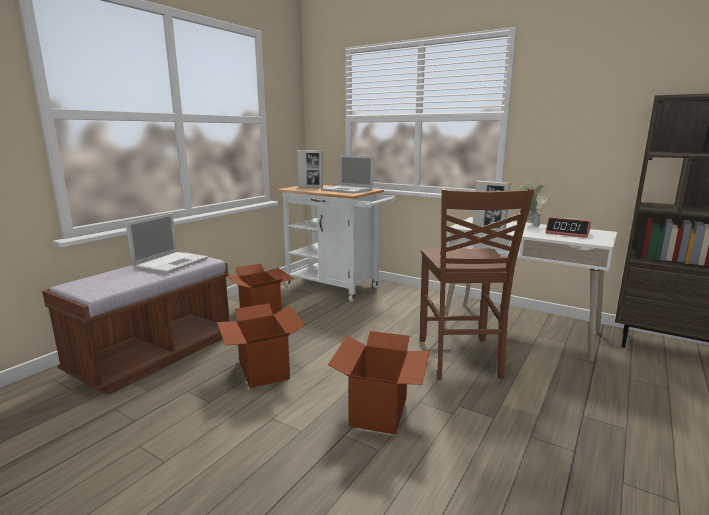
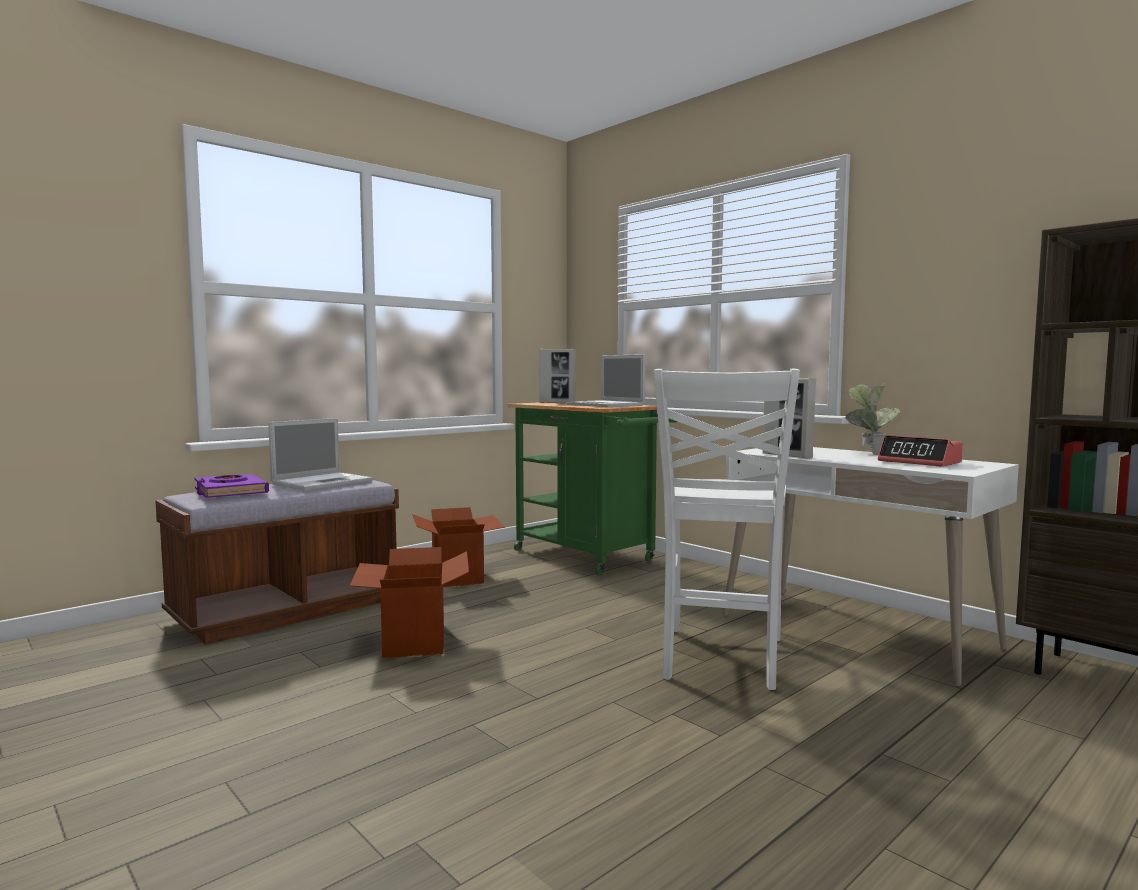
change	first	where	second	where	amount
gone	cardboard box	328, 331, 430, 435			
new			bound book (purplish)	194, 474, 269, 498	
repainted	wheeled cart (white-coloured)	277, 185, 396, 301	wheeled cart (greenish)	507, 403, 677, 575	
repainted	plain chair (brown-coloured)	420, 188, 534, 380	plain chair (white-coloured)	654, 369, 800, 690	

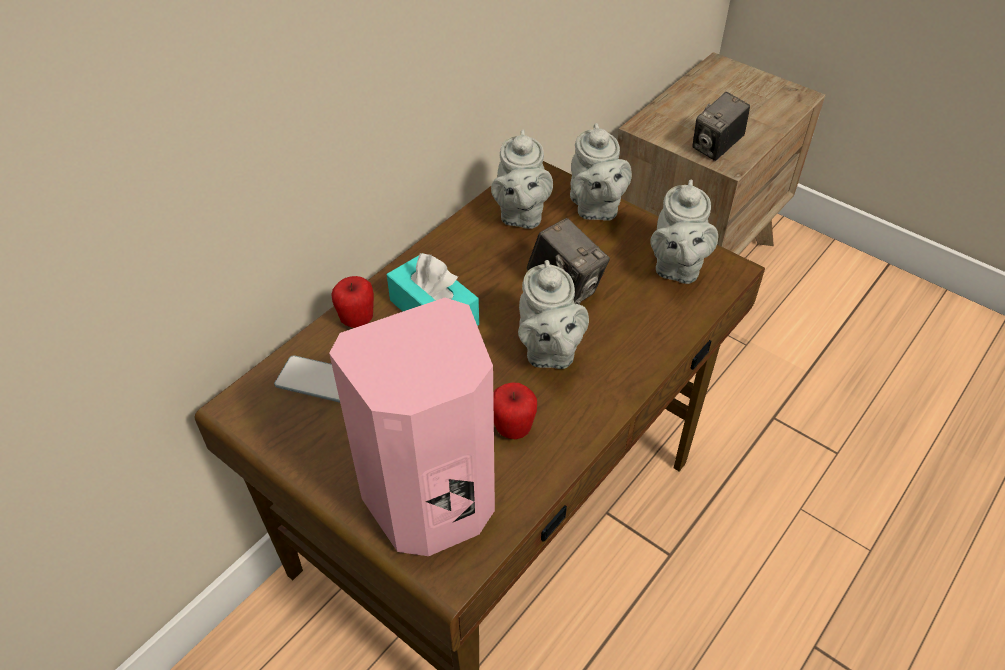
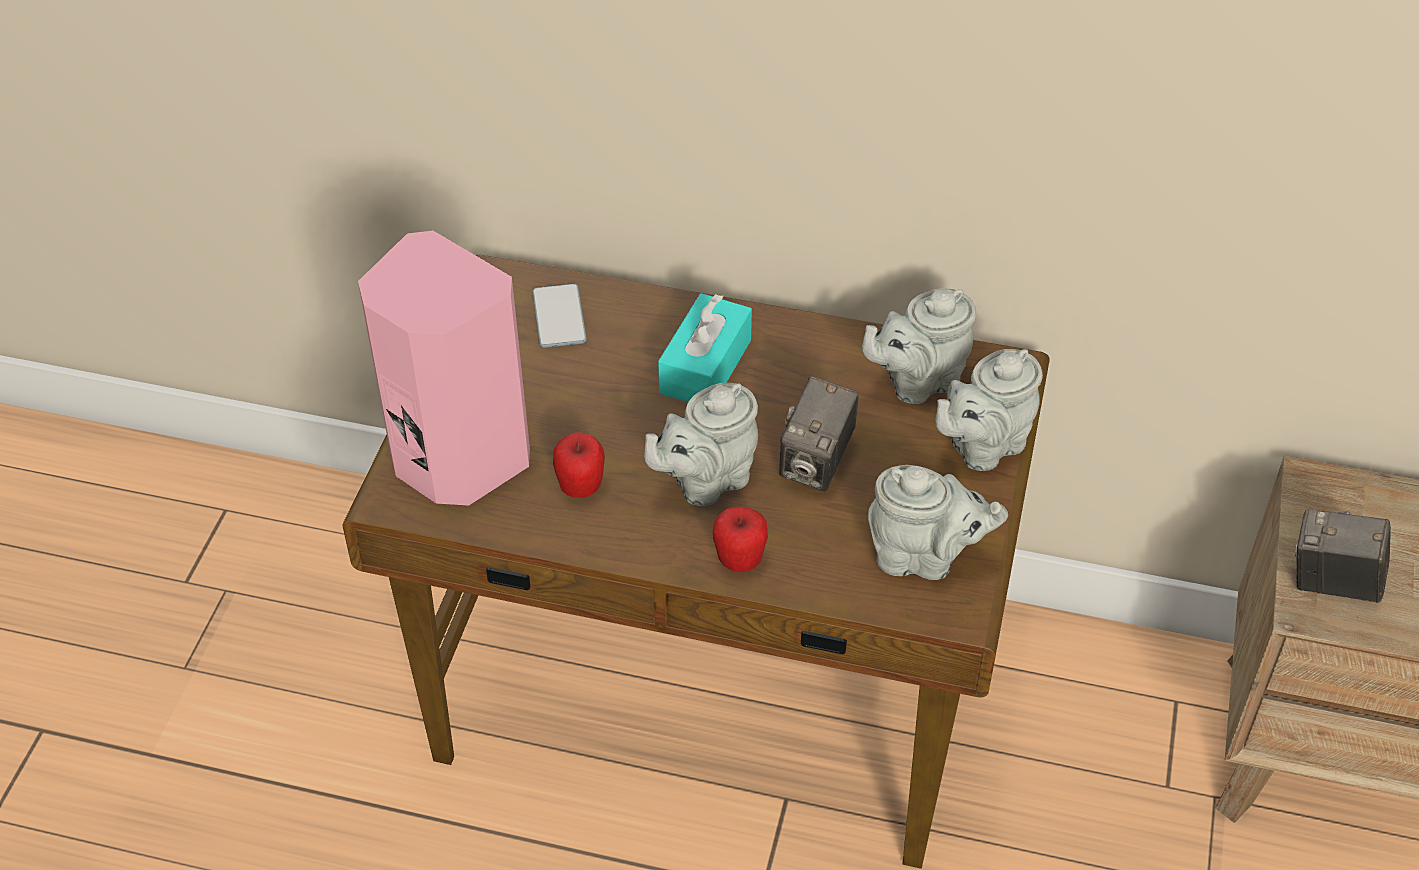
change	first	where	second	where	amount
shifted	apple fruit	331, 276, 374, 328		713, 506, 768, 572	
rotated	pot for tea (greyish)	650, 180, 718, 284		868, 465, 1008, 580	150 degrees counterclockwise

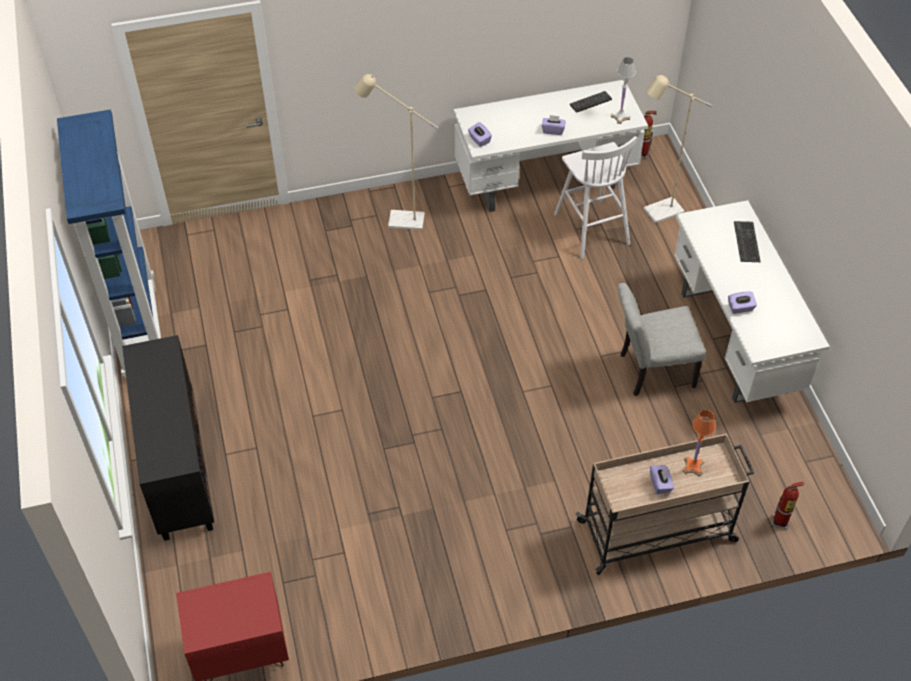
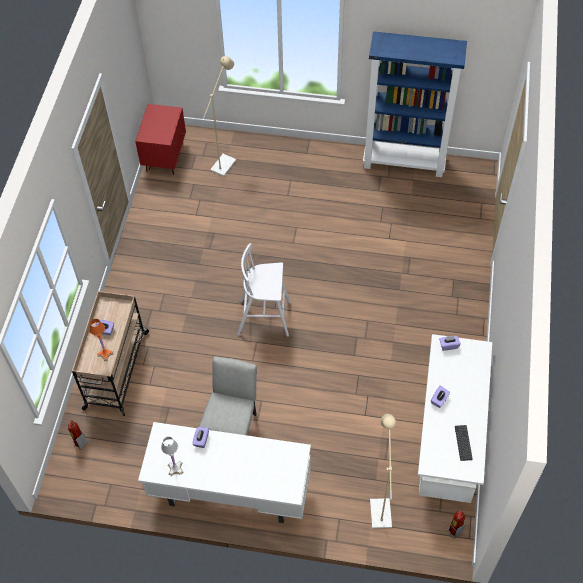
change	first	where	second	where	amount
gone	cupboard (black-coloured)	122, 335, 214, 541			
gone	keyboard	734, 221, 761, 262			
shifted	standing lamp (sand-coloured)	354, 74, 438, 230		203, 56, 236, 176	
shifted	sitting stool (white-coloured)	554, 136, 637, 259		237, 243, 291, 337	
shifted	tabletop lamp (white-coloured)	611, 57, 636, 124		161, 437, 183, 476	

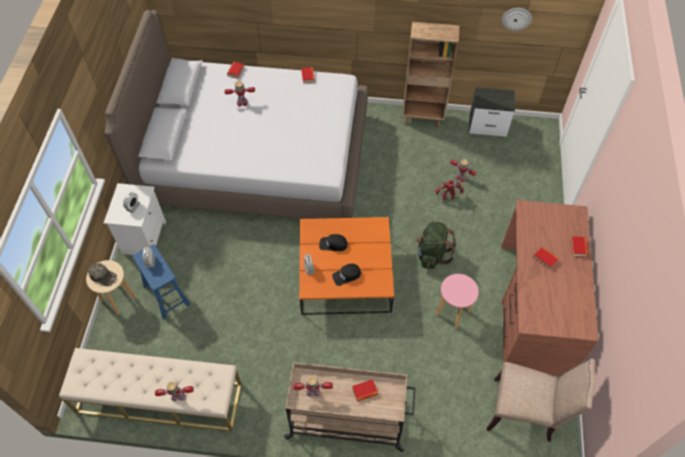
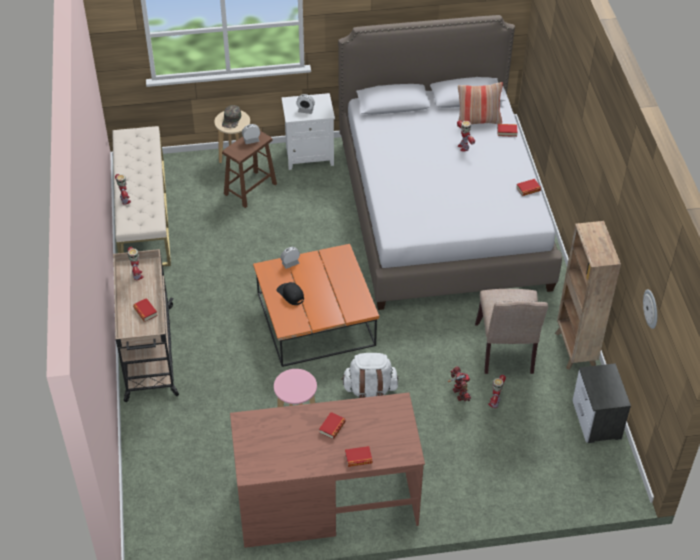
change	first	where	second	where	amount
gone	cap (black-coloured)	319, 234, 348, 251			
new			cushion	457, 82, 503, 127	
shifted	plain chair (sand-coloured)	487, 358, 595, 442		475, 289, 548, 374	
repainted	sitting stool (blue-coloured)	132, 245, 190, 319	sitting stool (brown-coloured)	222, 131, 277, 208	
repainted	knapsack (greenish)	416, 222, 456, 269	knapsack (white-coloured)	341, 353, 399, 398	

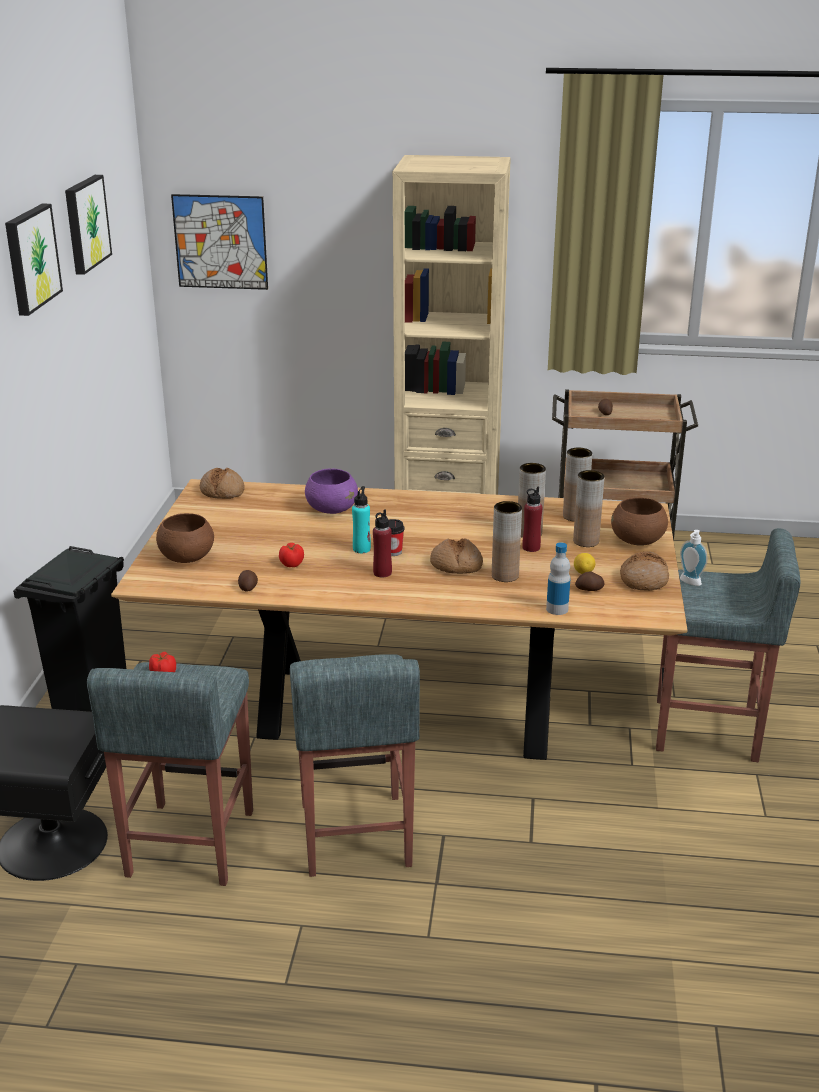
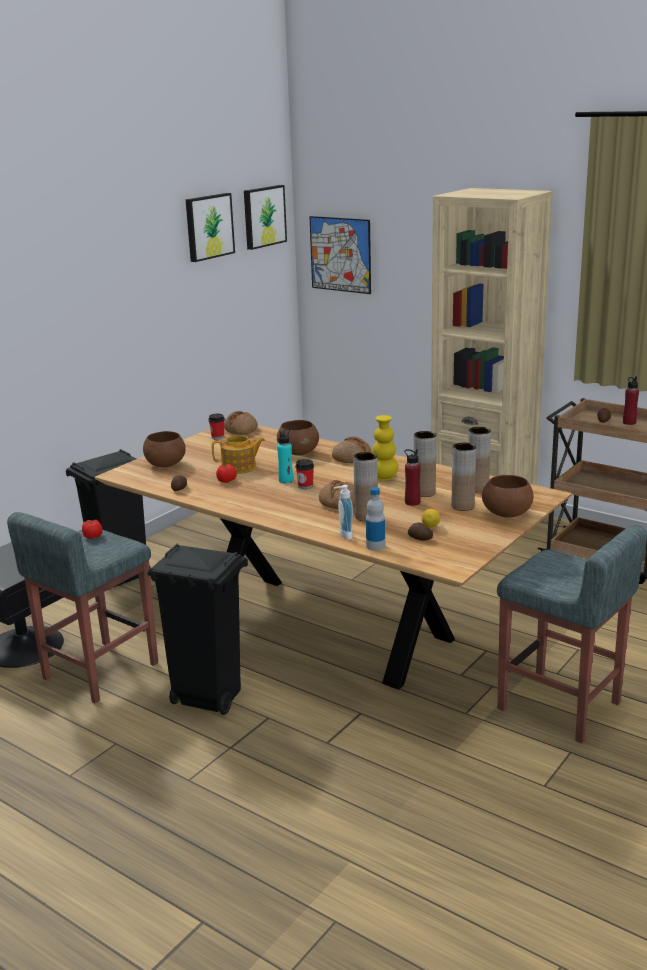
change	first	where	second	where	amount
new			drinking cup	208, 414, 225, 440	
new			pot for tea	212, 435, 265, 474	
new			decorative vase (yellow-coloured)	372, 415, 398, 481	
shifted	picture	5, 204, 63, 316		244, 185, 287, 250	
shifted	bottle (reddish)	373, 509, 392, 578		623, 376, 639, 425	
shifted	bakery bread	620, 551, 669, 591		332, 437, 372, 463	
shifted	soap dispenser	680, 530, 707, 586		334, 485, 353, 540	
swapped	sitting stool (greyish)	290, 654, 420, 877	waste bin (black-coloured)	147, 544, 248, 715	
repainted	deep dish (purplish)	305, 468, 358, 514	deep dish (brown-coloured)	277, 420, 319, 455	

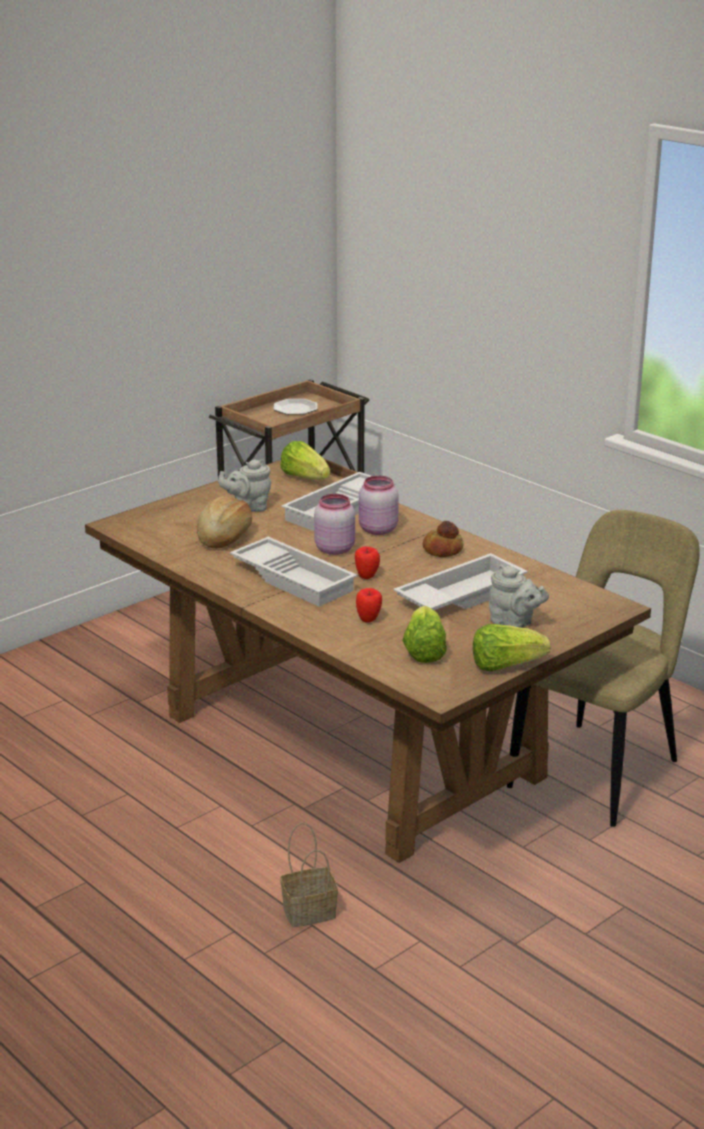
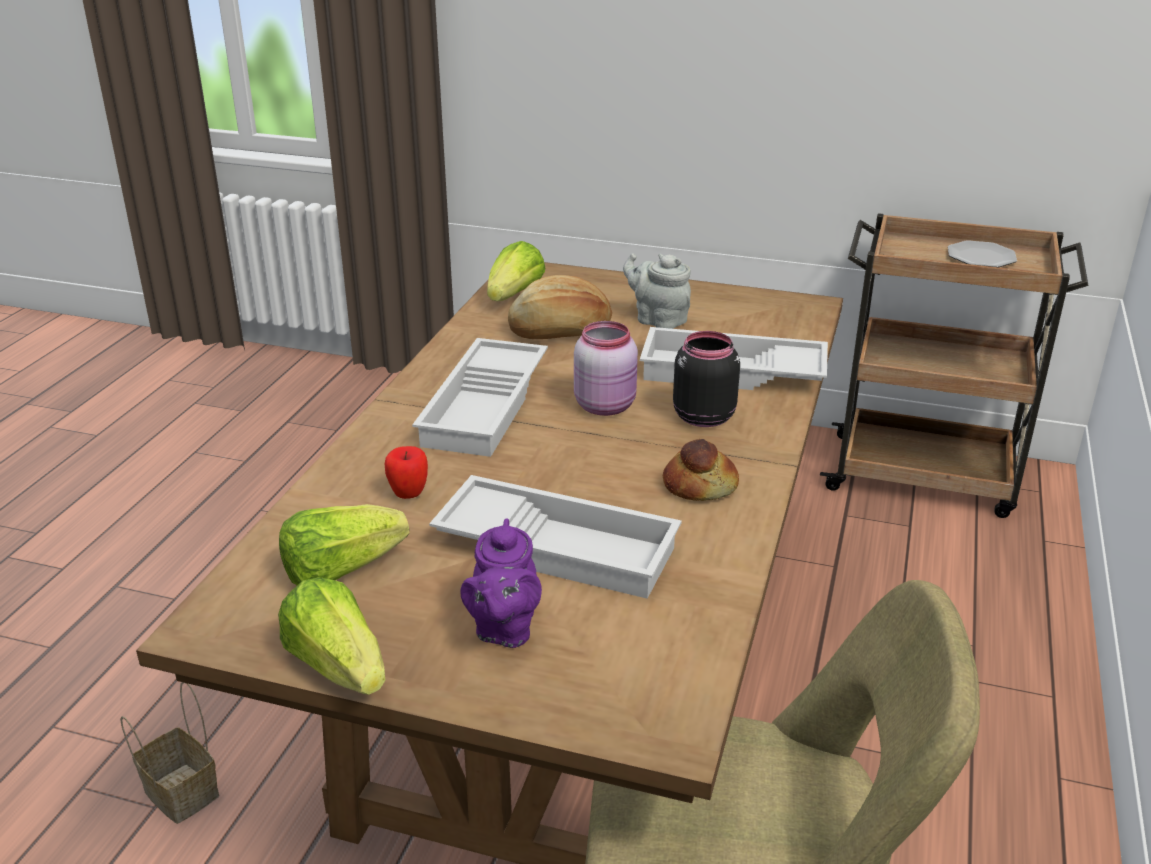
change	first	where	second	where	amount
gone	apple fruit	355, 546, 380, 579			
shifted	lettuce	280, 441, 330, 480		487, 241, 545, 301	
repainted	preserve jar (pink-coloured)	359, 476, 399, 535	preserve jar (black-coloured)	673, 331, 740, 427	
repainted	pot for tea (greyish)	489, 565, 549, 628	pot for tea (purplish)	461, 518, 542, 648	

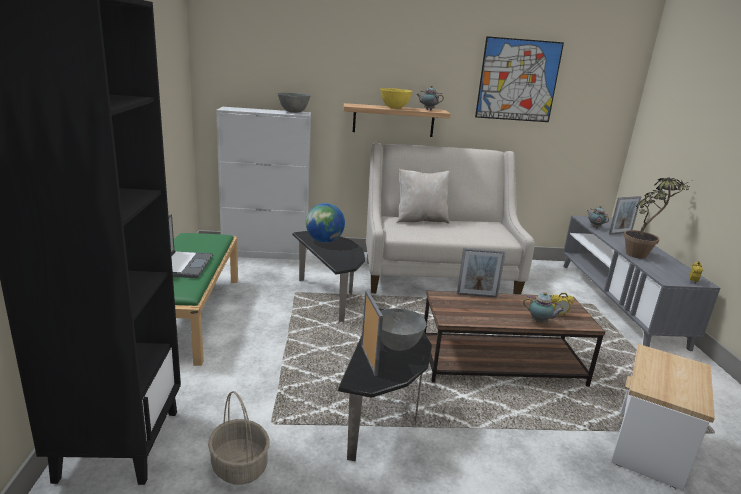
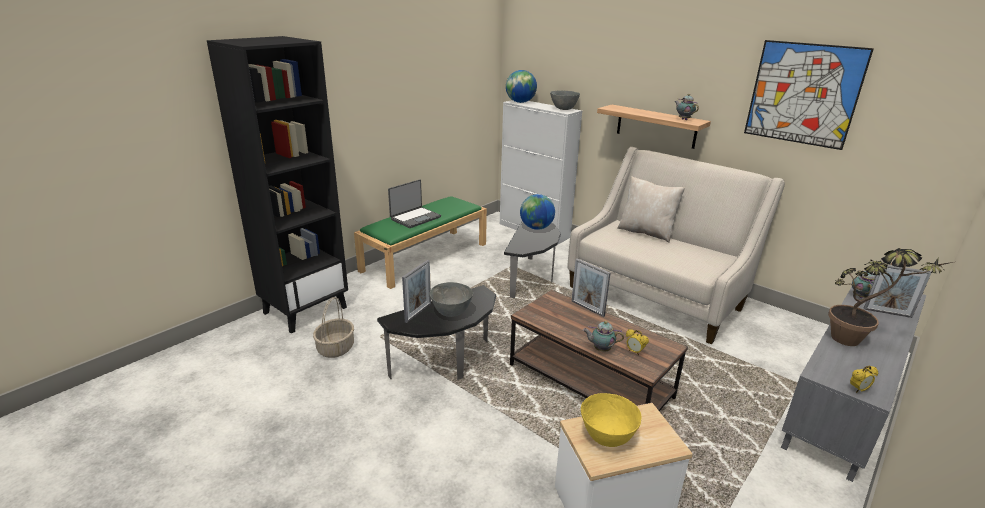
change	first	where	second	where	amount
new			globe	506, 70, 537, 103	
shifted	deep dish (yellow-coloured)	380, 88, 412, 109		581, 393, 641, 447	
rotated	pot for tea	523, 292, 565, 324		583, 321, 624, 352	120 degrees clockwise

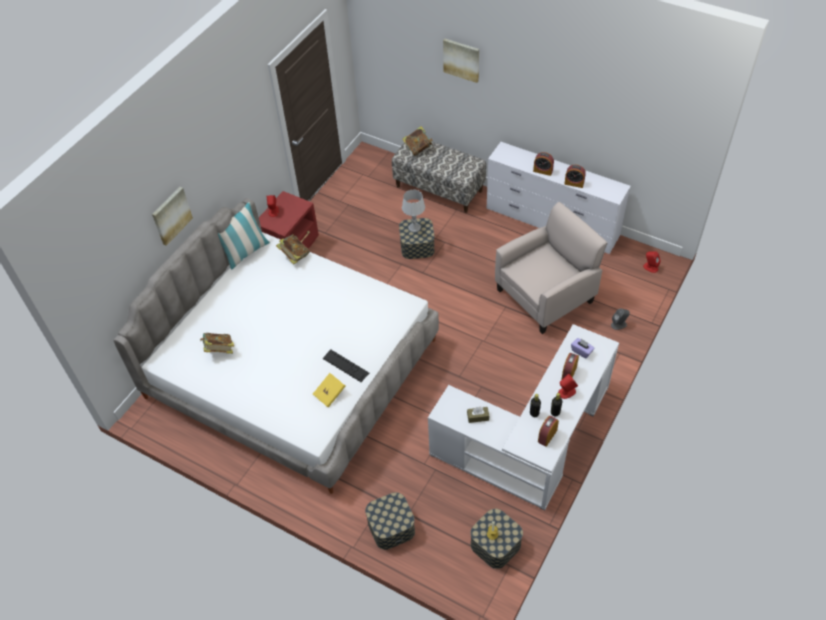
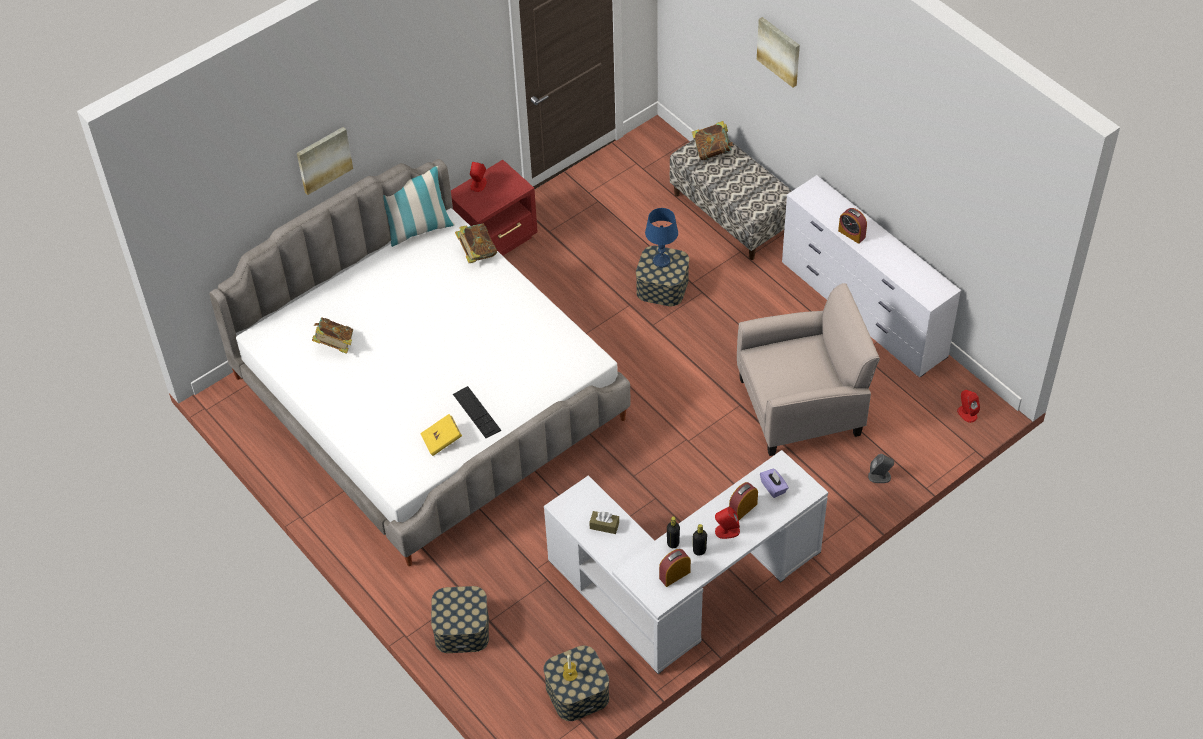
change	first	where	second	where	amount
gone	table clock	564, 165, 586, 188			
repainted	tabletop lamp (greyish)	402, 190, 425, 233	tabletop lamp (blue-coloured)	645, 208, 678, 268	

